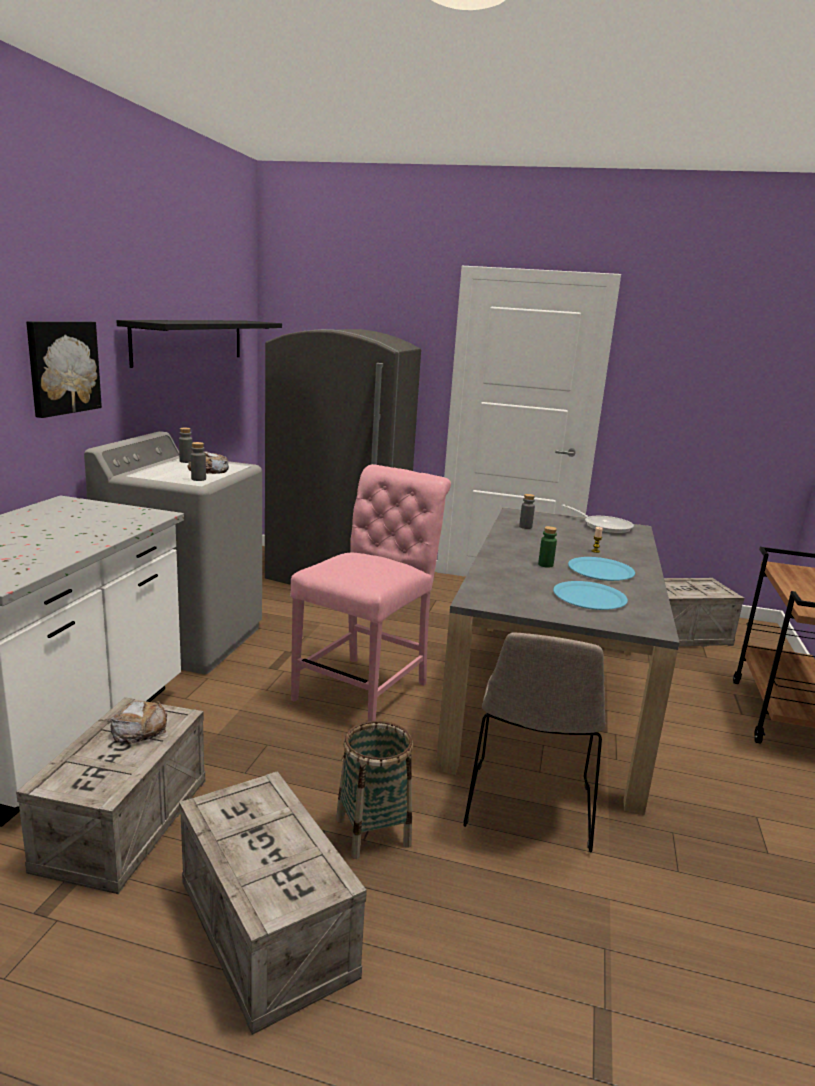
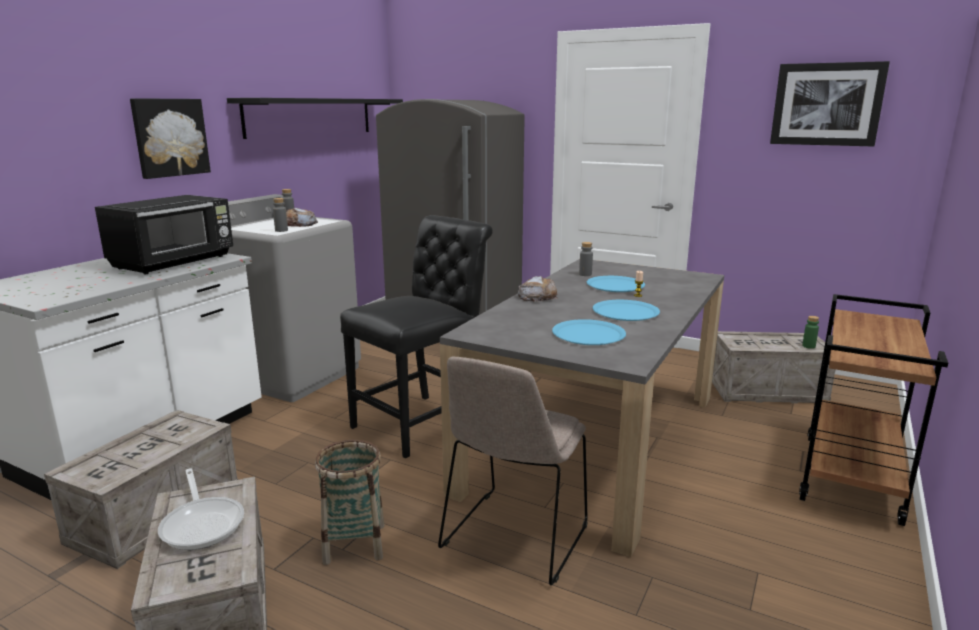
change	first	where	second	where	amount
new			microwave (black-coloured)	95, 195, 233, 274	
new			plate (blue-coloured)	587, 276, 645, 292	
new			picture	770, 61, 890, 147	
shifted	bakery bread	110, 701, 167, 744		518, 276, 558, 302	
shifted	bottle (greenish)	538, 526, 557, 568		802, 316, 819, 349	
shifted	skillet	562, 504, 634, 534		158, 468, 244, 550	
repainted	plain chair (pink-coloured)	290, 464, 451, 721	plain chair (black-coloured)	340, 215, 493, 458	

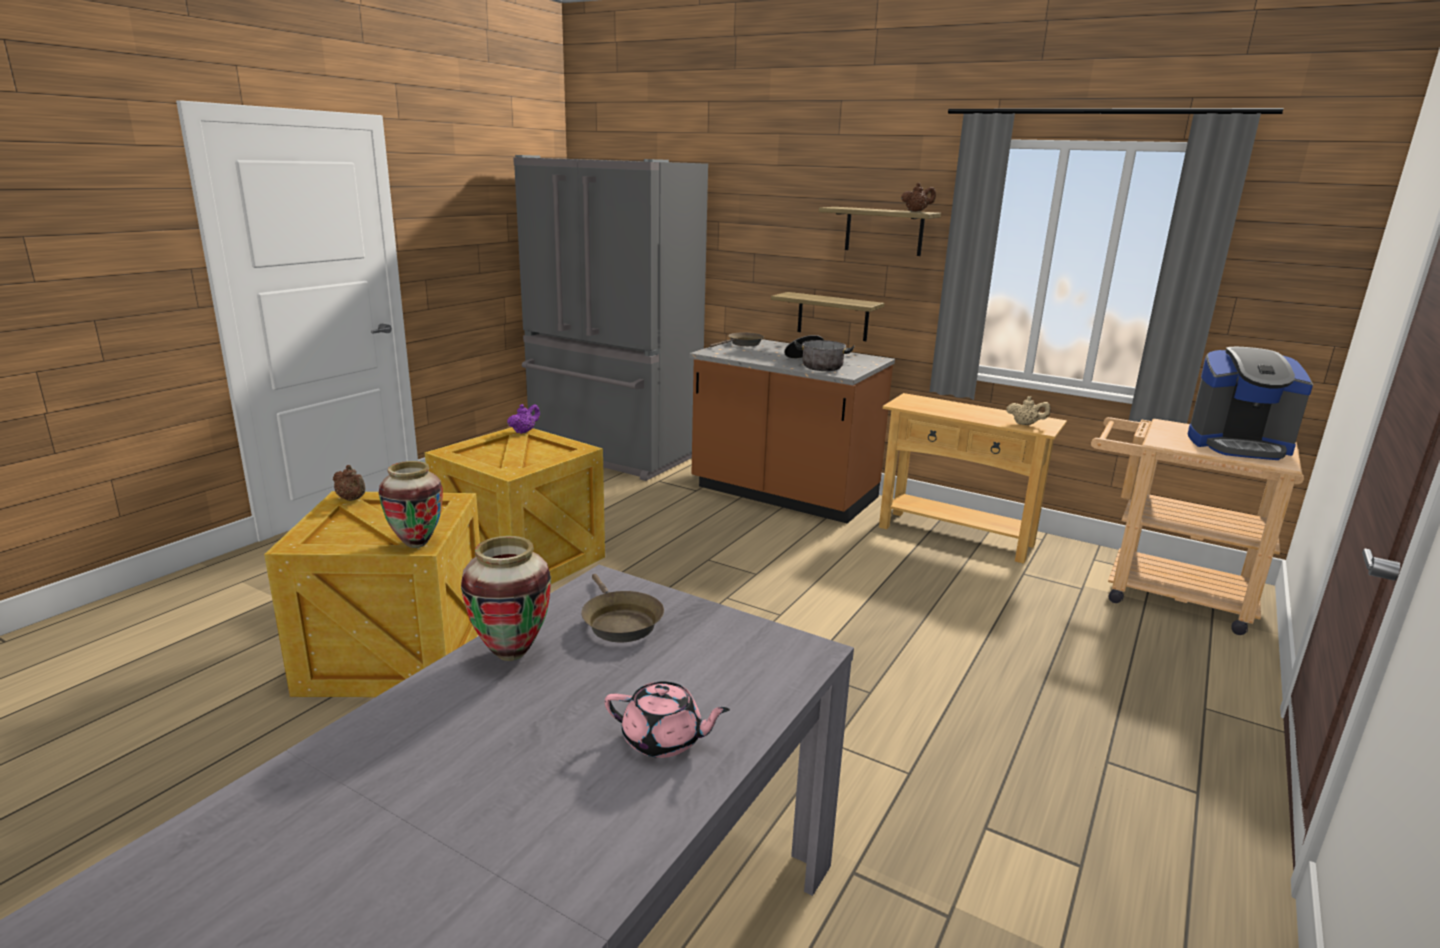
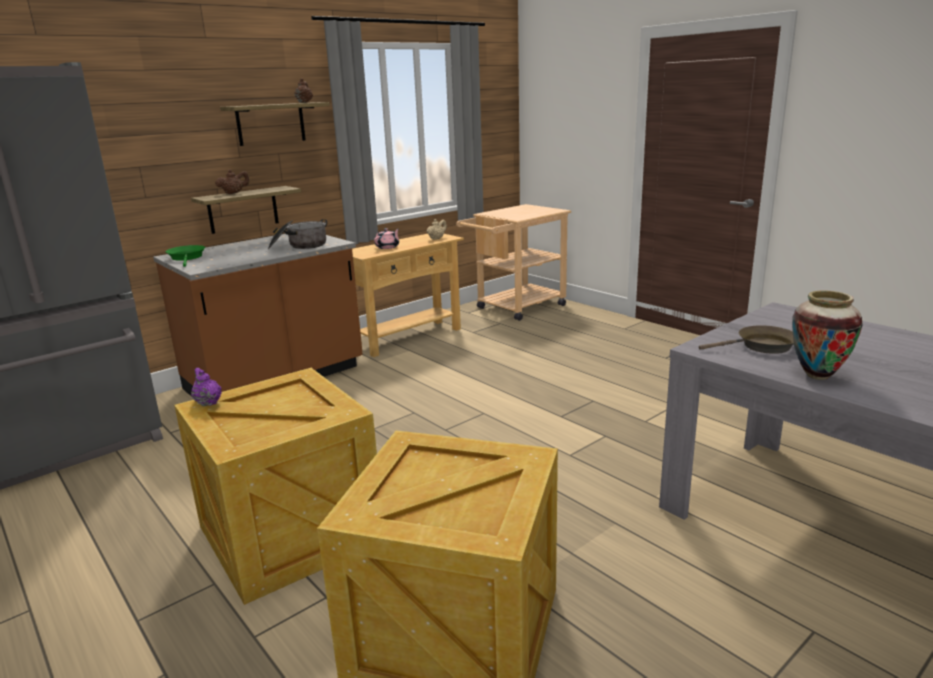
change	first	where	second	where	amount
gone	decorative vase	379, 461, 443, 548			
gone	coffee maker	1187, 347, 1313, 460			
shifted	pot for tea (brown-coloured)	333, 465, 365, 501		215, 169, 250, 194	
shifted	pot for tea (pink-coloured)	605, 681, 730, 758		374, 228, 399, 249	
repainted	skillet (brown-coloured)	709, 332, 764, 347	skillet (greenish)	166, 245, 205, 267	

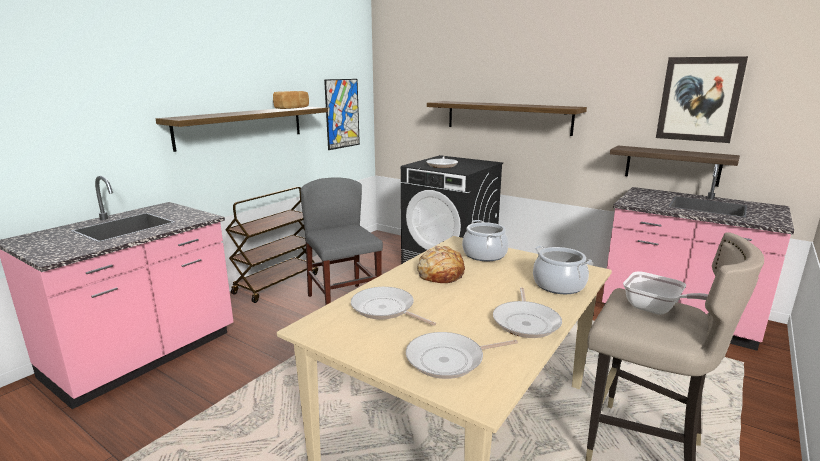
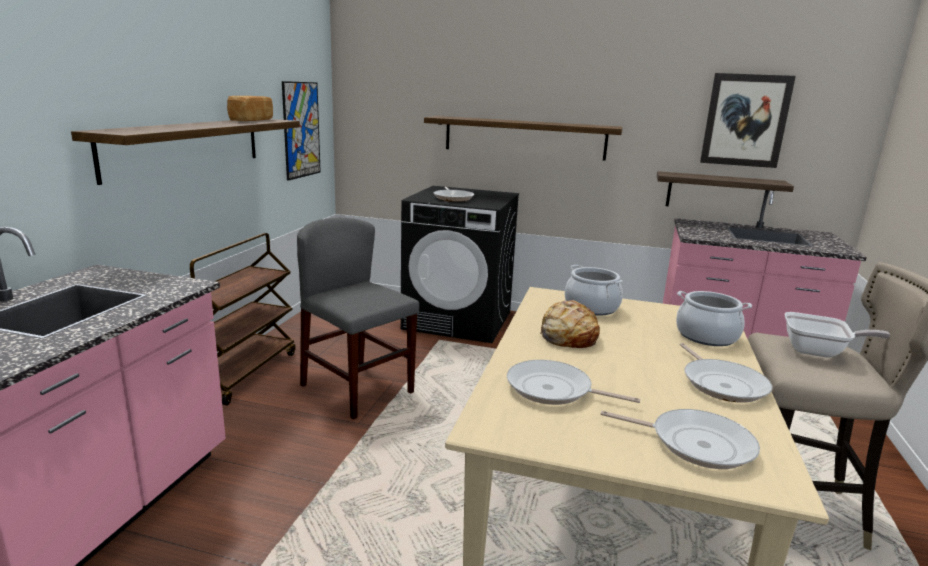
change	first	where	second	where	amount
rotated	skillet	406, 332, 518, 379		601, 409, 760, 469	120 degrees counterclockwise

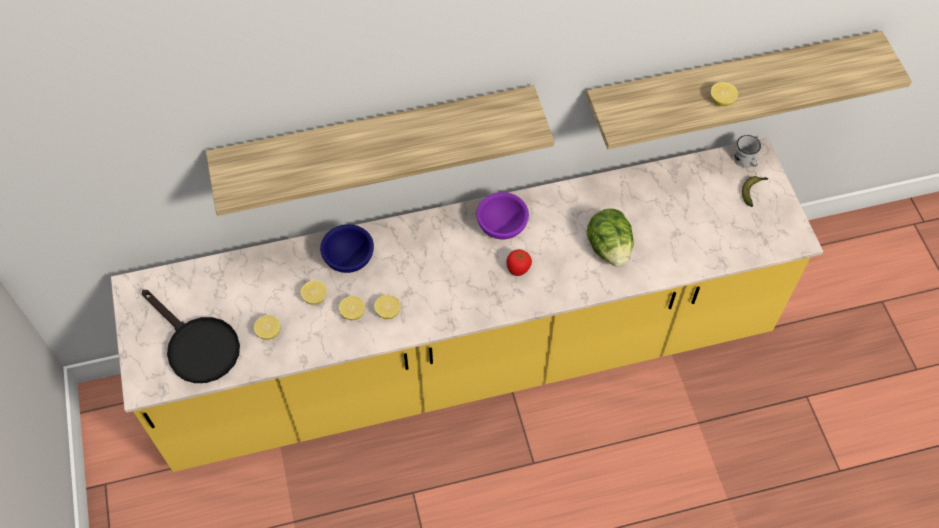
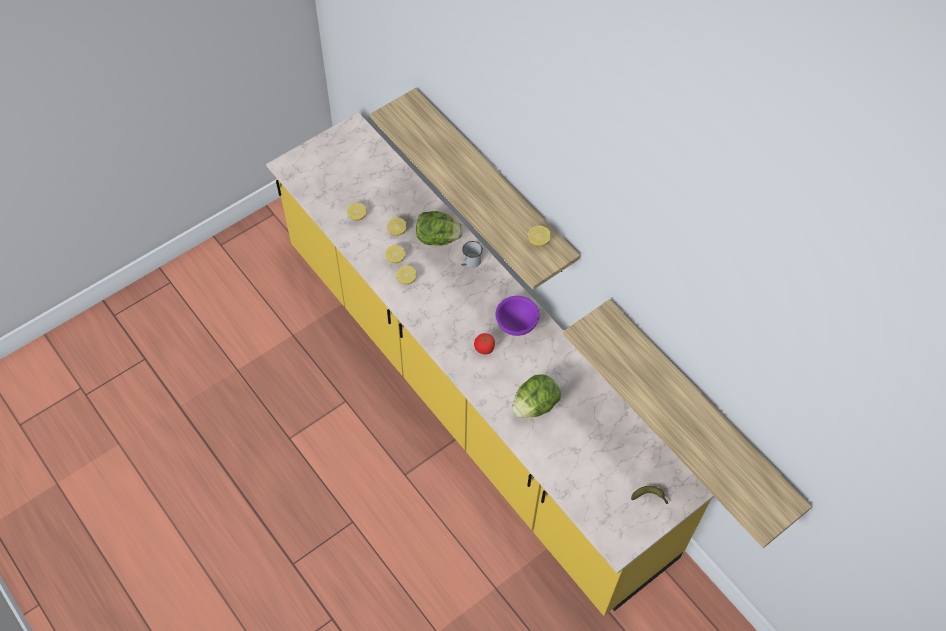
change	first	where	second	where	amount
gone	skillet (black-coloured)	142, 290, 240, 383			
shifted	lemon	711, 82, 738, 106		528, 226, 551, 246	
shifted	mug (white-coloured)	733, 135, 761, 167		461, 241, 483, 268	
swapped	deep dish (blue-coloured)	320, 224, 374, 273	lettuce	416, 211, 463, 246	

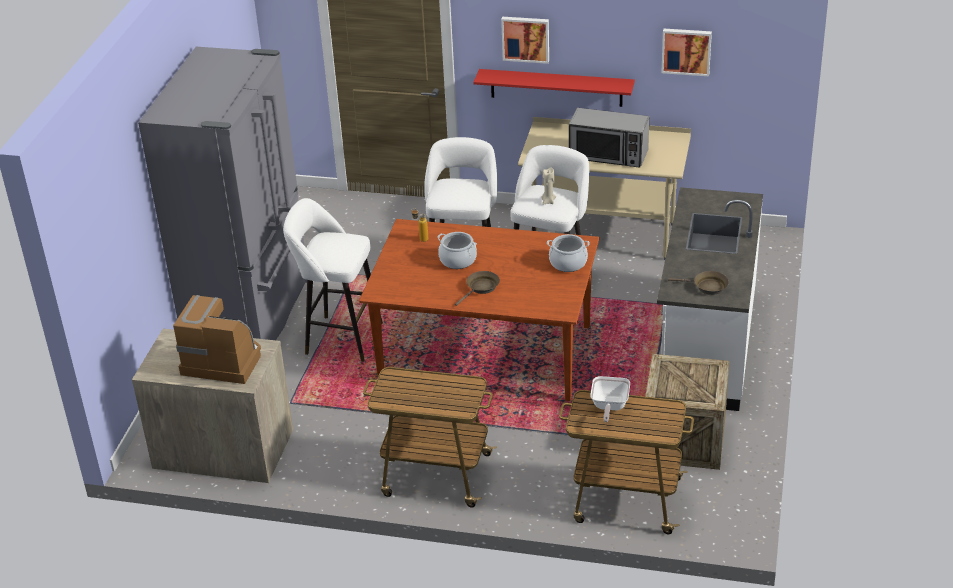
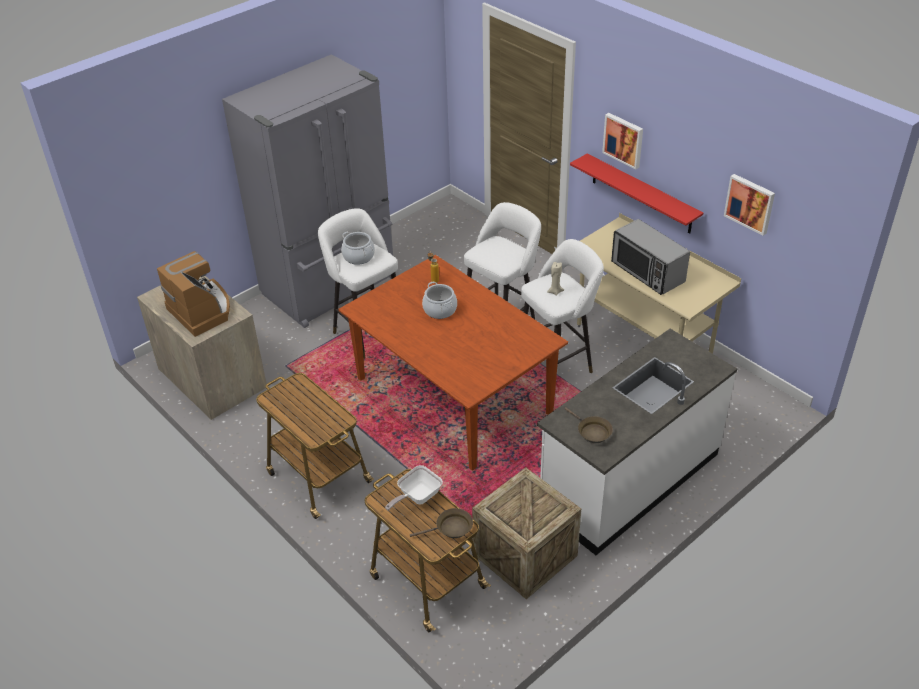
change	first	where	second	where	amount
shifted	skillet (brown-coloured)	455, 271, 500, 306		410, 508, 473, 538	
shifted	stockpot	547, 234, 590, 272		341, 232, 375, 265	

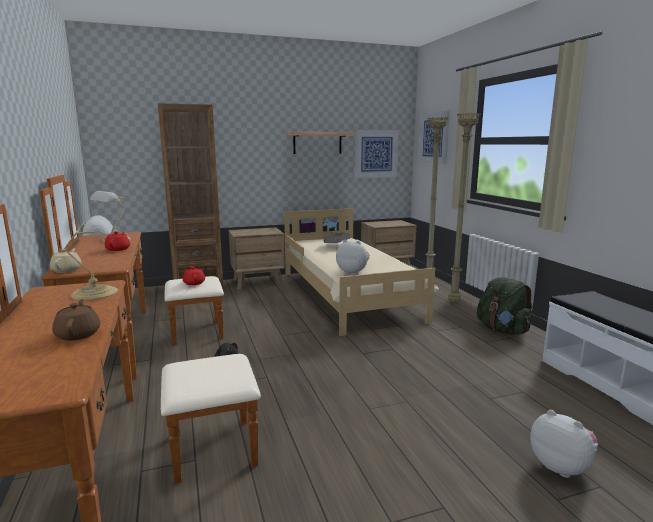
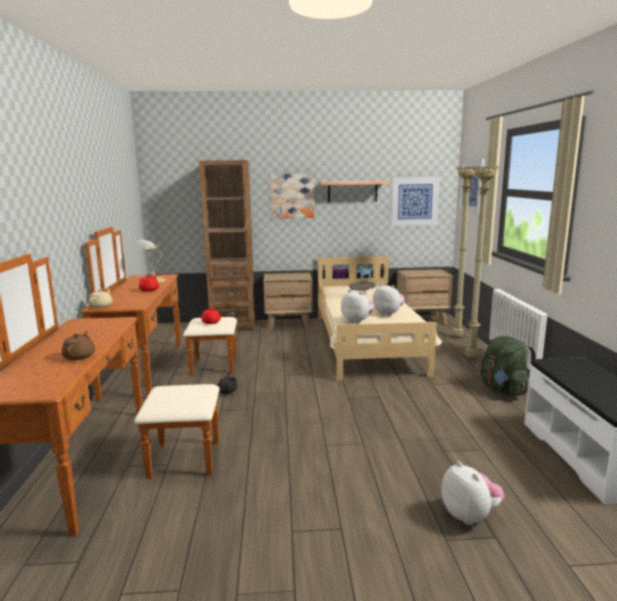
change	first	where	second	where	amount
gone	tabletop lamp	65, 215, 118, 300			
new			picture	270, 173, 314, 218	
new			plush toy	373, 284, 405, 317	

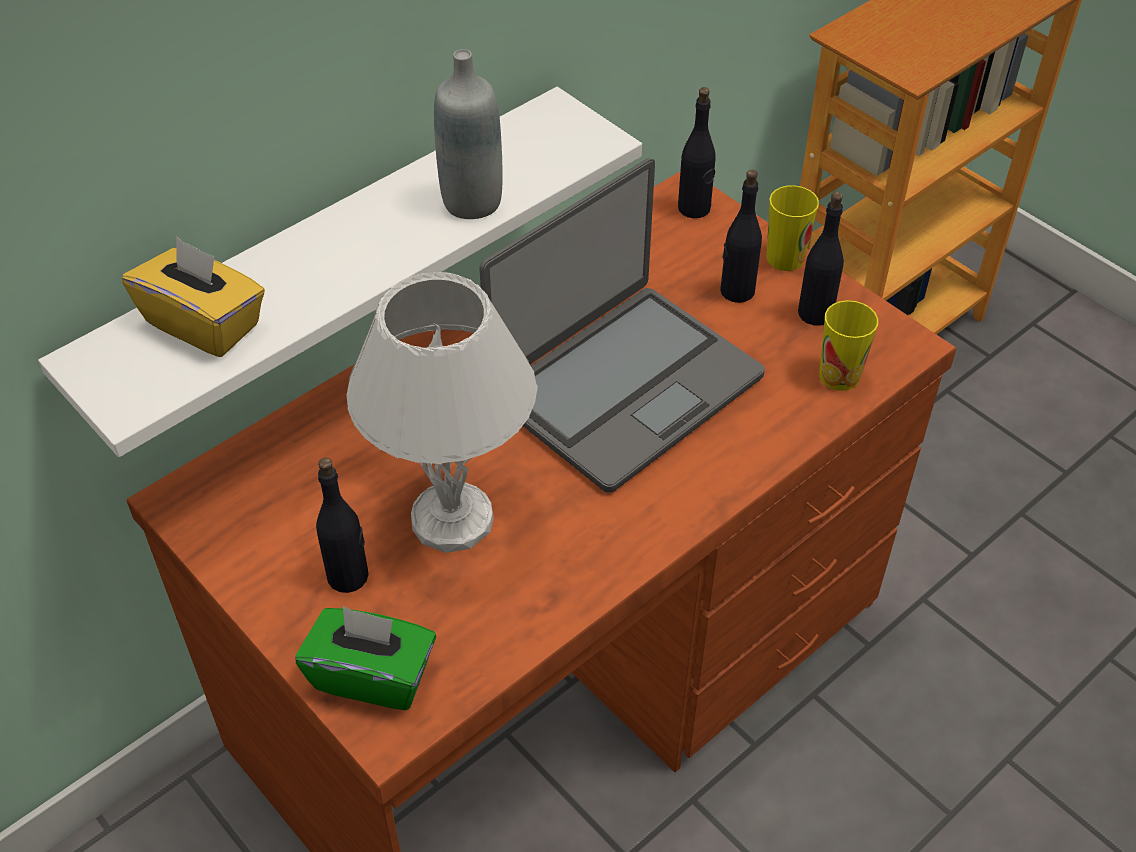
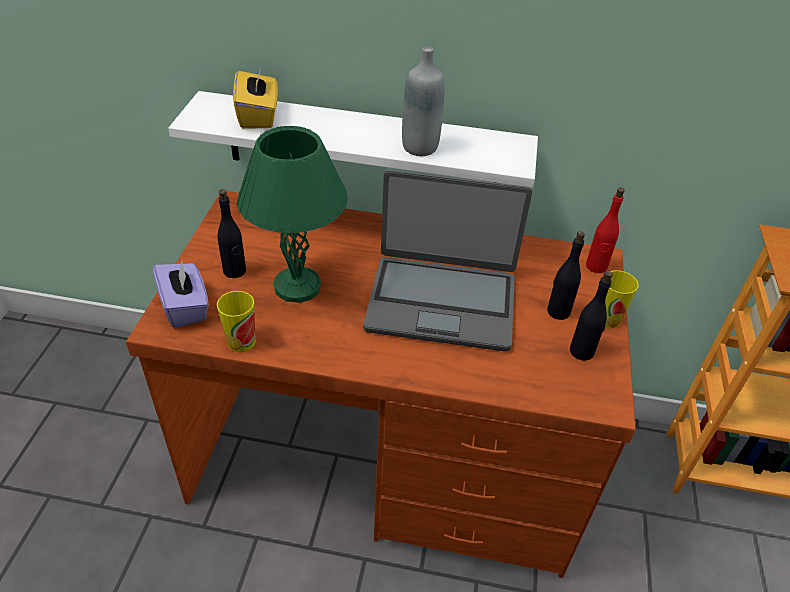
change	first	where	second	where	amount
shifted	drinking cup	819, 300, 878, 391		217, 291, 256, 352	
repainted	tissue box (greenish)	295, 606, 436, 710	tissue box (purplish)	153, 261, 209, 328	
repainted	tabletop lamp (white-coloured)	346, 272, 538, 553	tabletop lamp (greenish)	237, 126, 347, 303	
repainted	bottle (black-coloured)	678, 87, 716, 218	bottle (reddish)	586, 188, 625, 273	

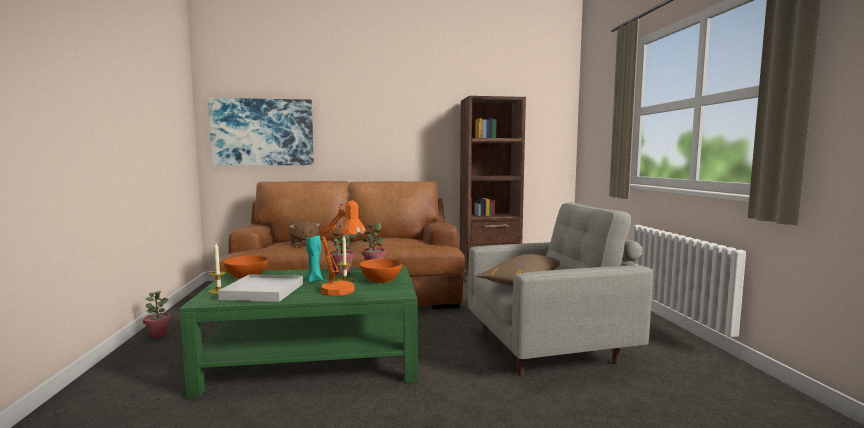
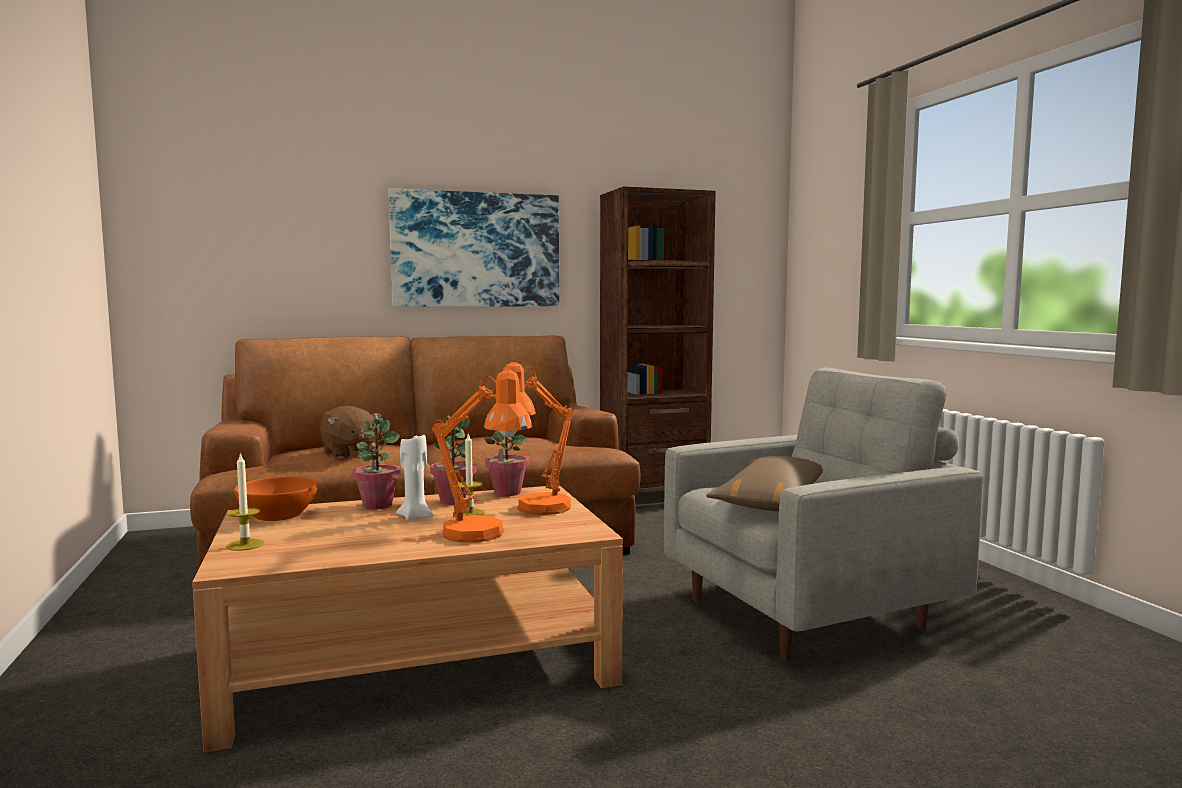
change	first	where	second	where	amount
gone	serving tray (white-coloured)	218, 274, 303, 302			
shifted	plant in a pot	143, 291, 171, 338		353, 418, 401, 509	
shifted	picture	208, 98, 314, 165		388, 188, 559, 307	
swapped	deep dish (orange-coloured)	360, 259, 403, 283	tabletop lamp (orange-coloured)	503, 362, 574, 515	
repainted	coffee table (greenish)	179, 266, 418, 398	coffee table (brown-coloured)	192, 485, 623, 753	
repainted	candle (blue-green)	305, 235, 323, 282	candle (white-coloured)	396, 435, 433, 521	

